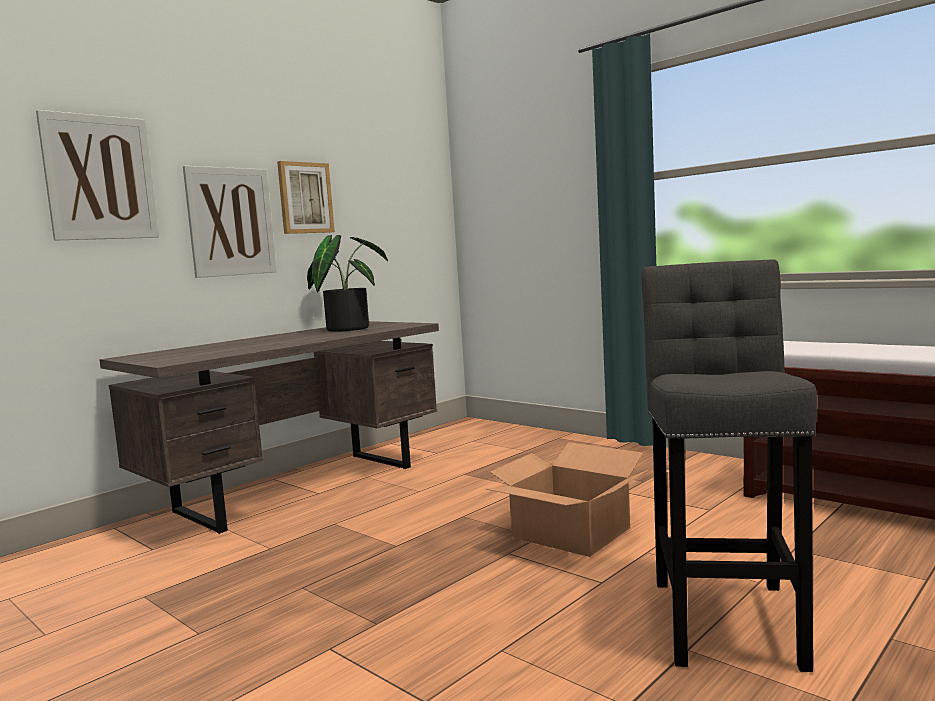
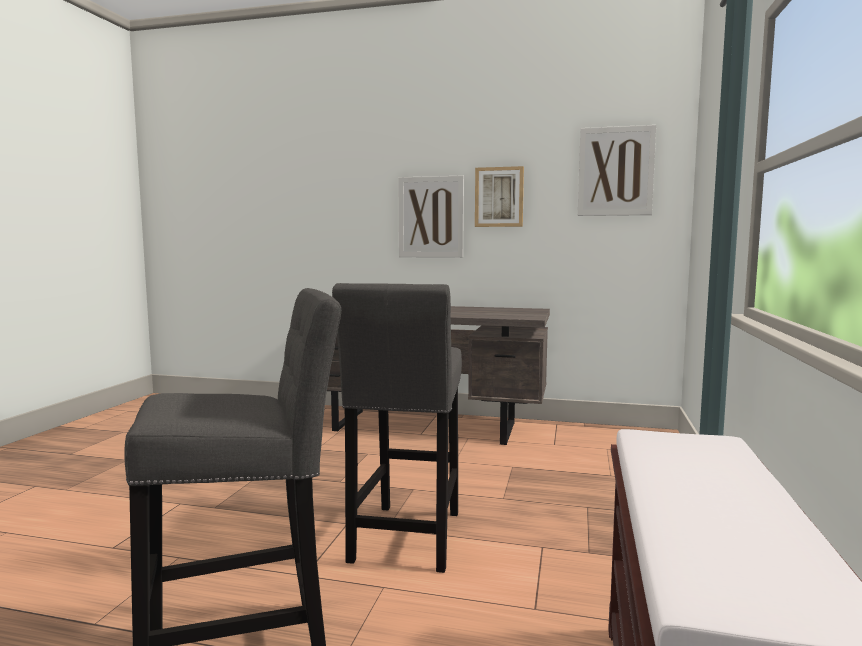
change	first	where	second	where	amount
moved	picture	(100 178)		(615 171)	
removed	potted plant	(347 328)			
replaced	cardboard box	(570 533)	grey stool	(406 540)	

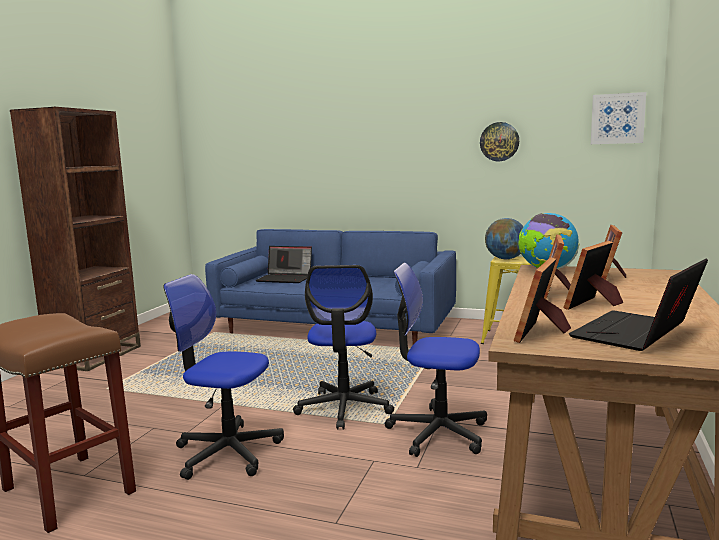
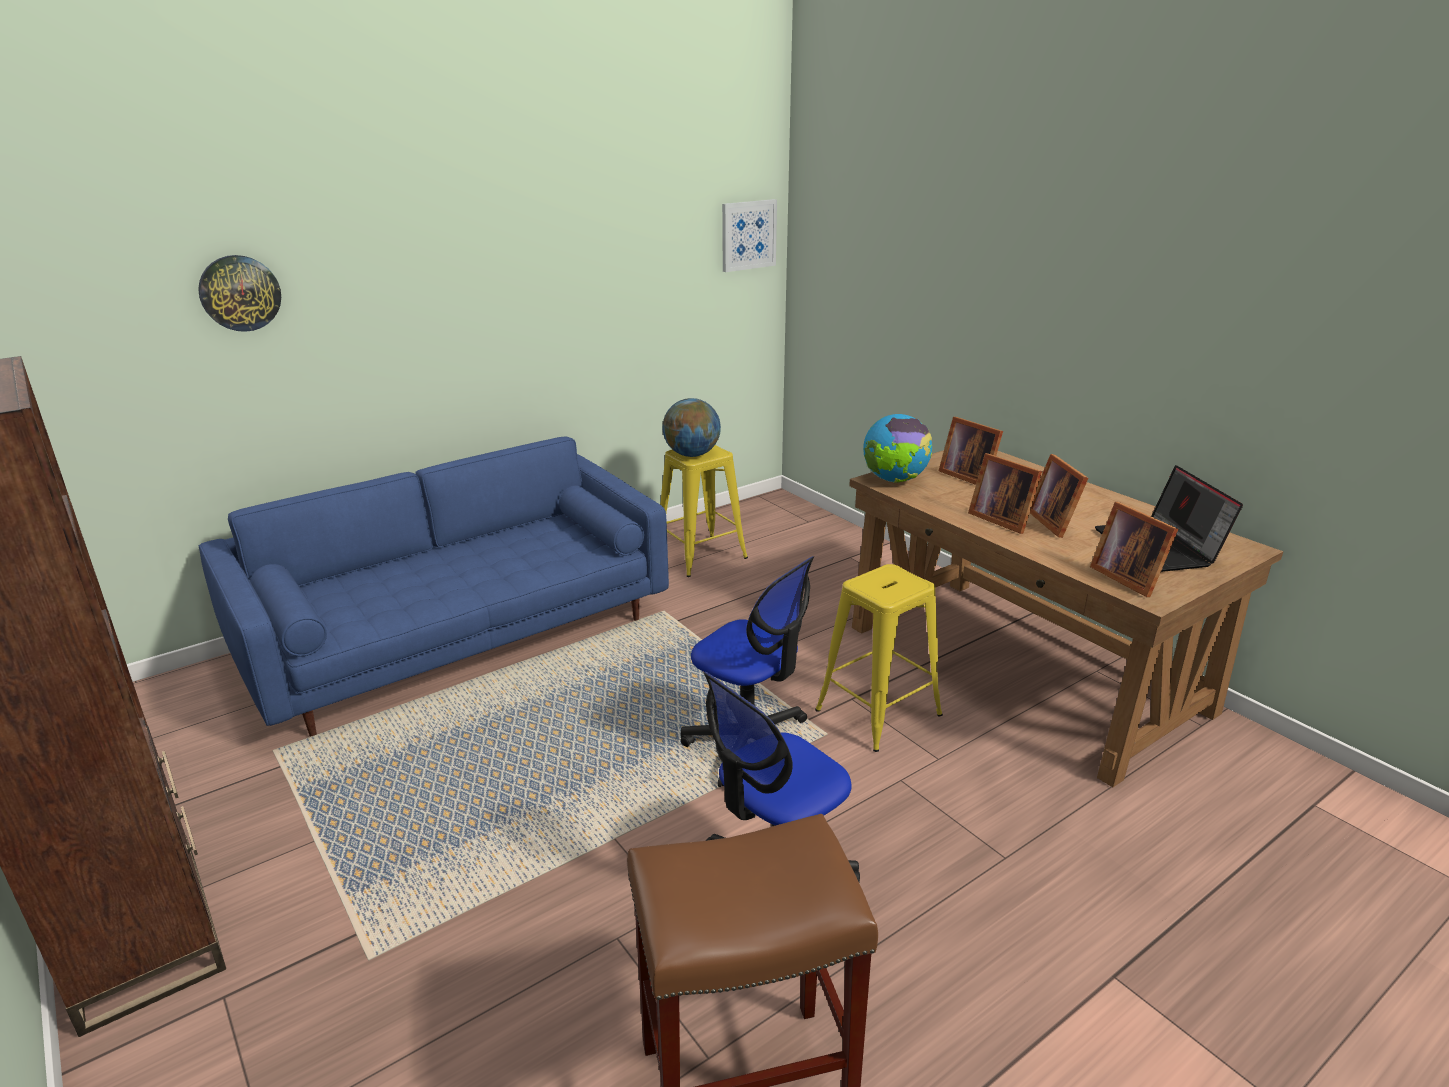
change	first	where	second	where	amount
removed	laptop	(285 278)			
replaced	office chair	(437 432)	yellow stool	(878 712)	
moved	wall clock	(499 141)		(240 293)	

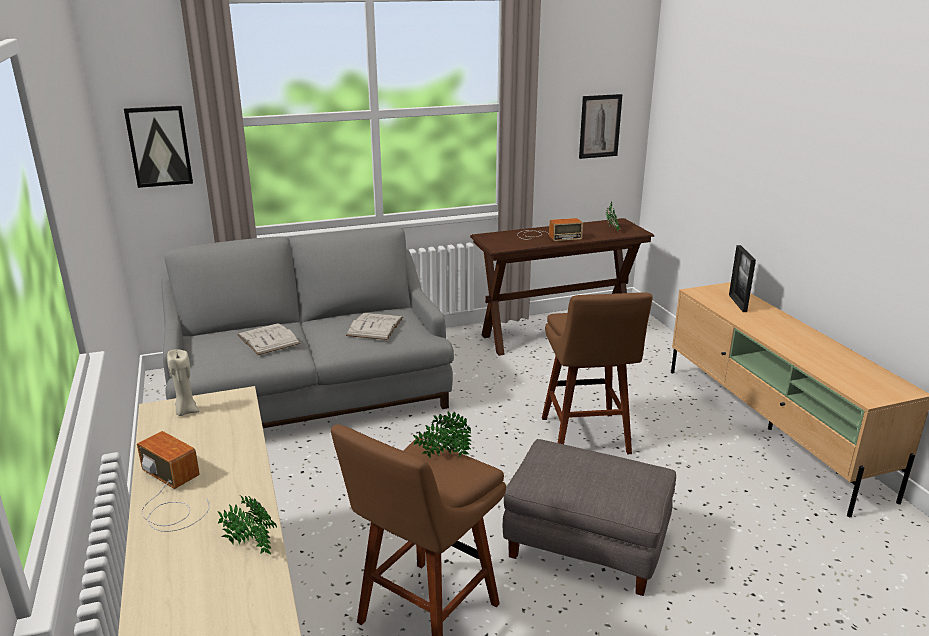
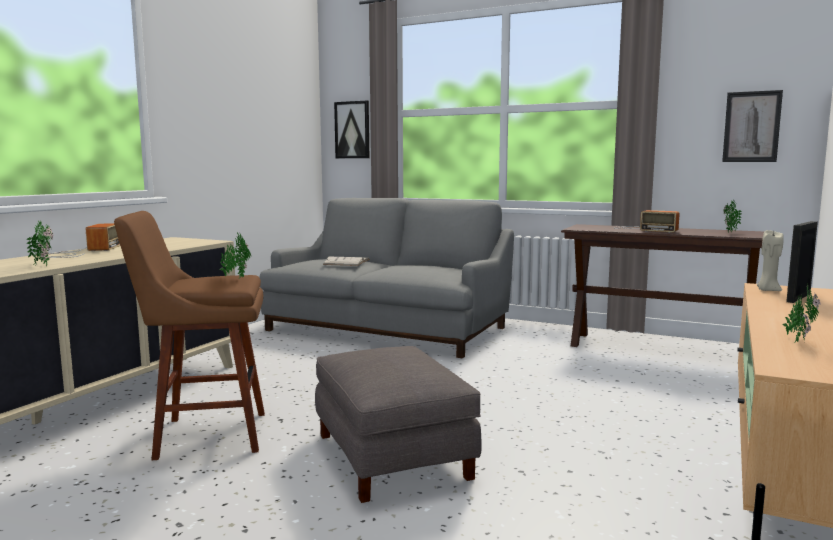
change	first	where	second	where	amount
moved	beige candle	(186 411)		(767 290)	
removed	white book	(375 326)			
removed	brown stool	(586 438)			
added			potted plant	(797 341)	

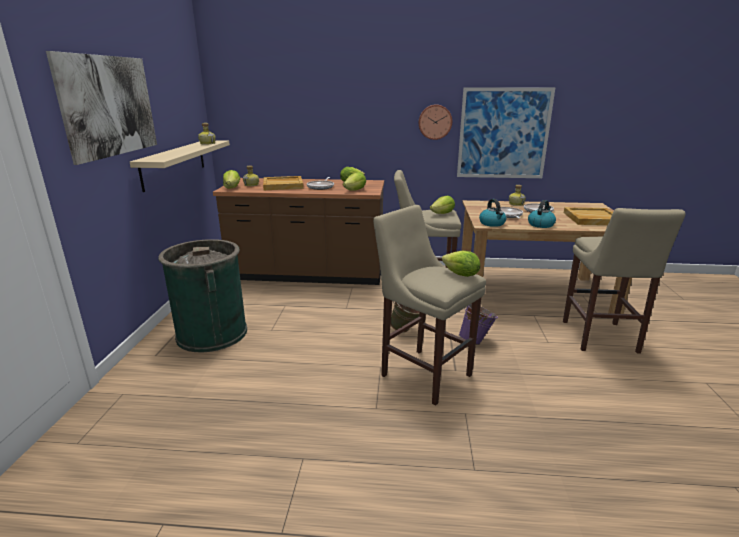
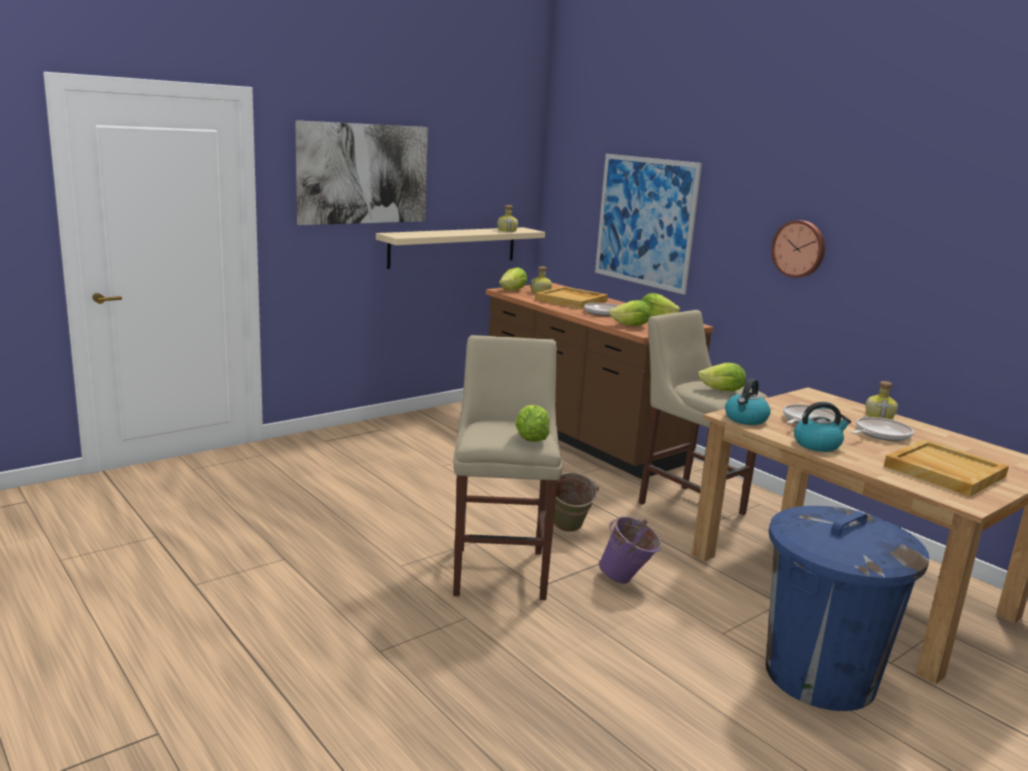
change	first	where	second	where	amount
removed	green trash can	(212 333)			
moved	picture	(503 134)		(645 221)	
replaced	beige stool	(600 338)	blue trash can	(819 675)	

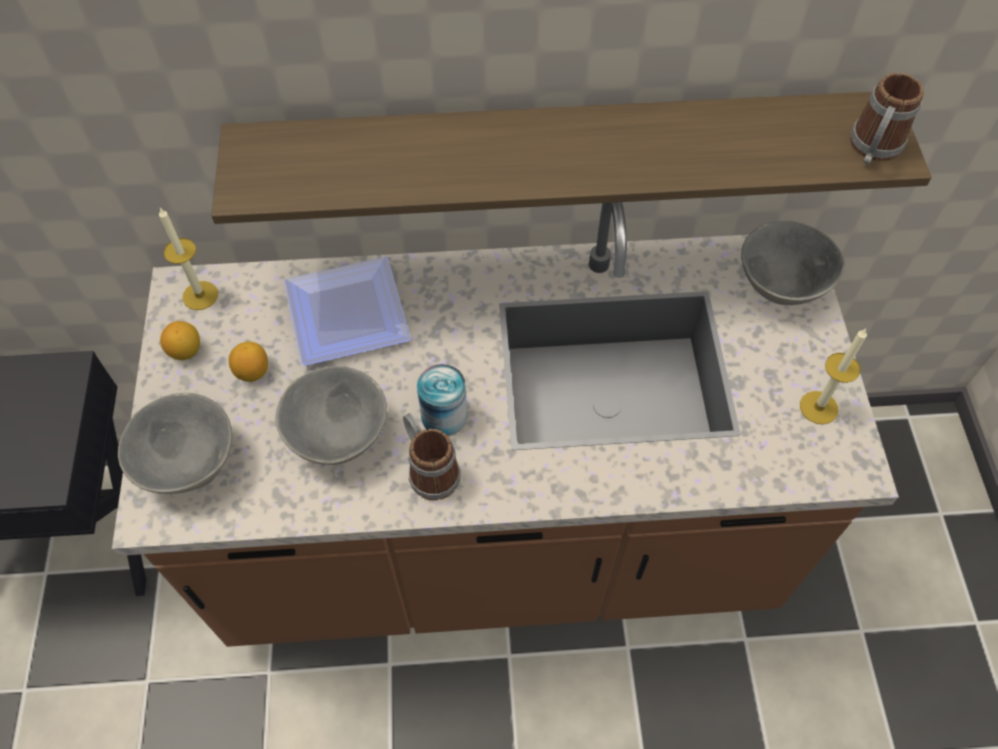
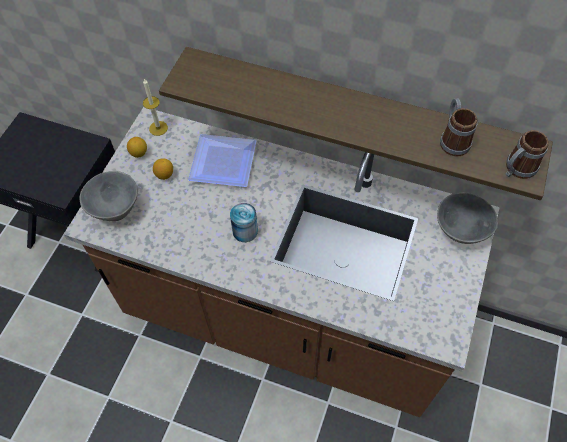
change	first	where	second	where	amount
removed	grey bowl	(341 436)			
moved	mug	(429 469)		(452 139)	
removed	candle	(818 407)			

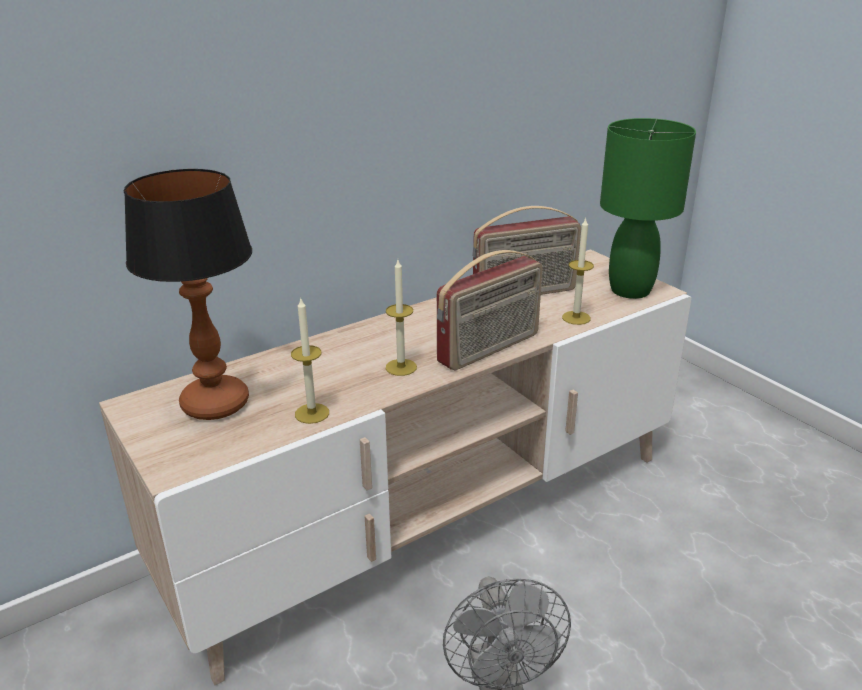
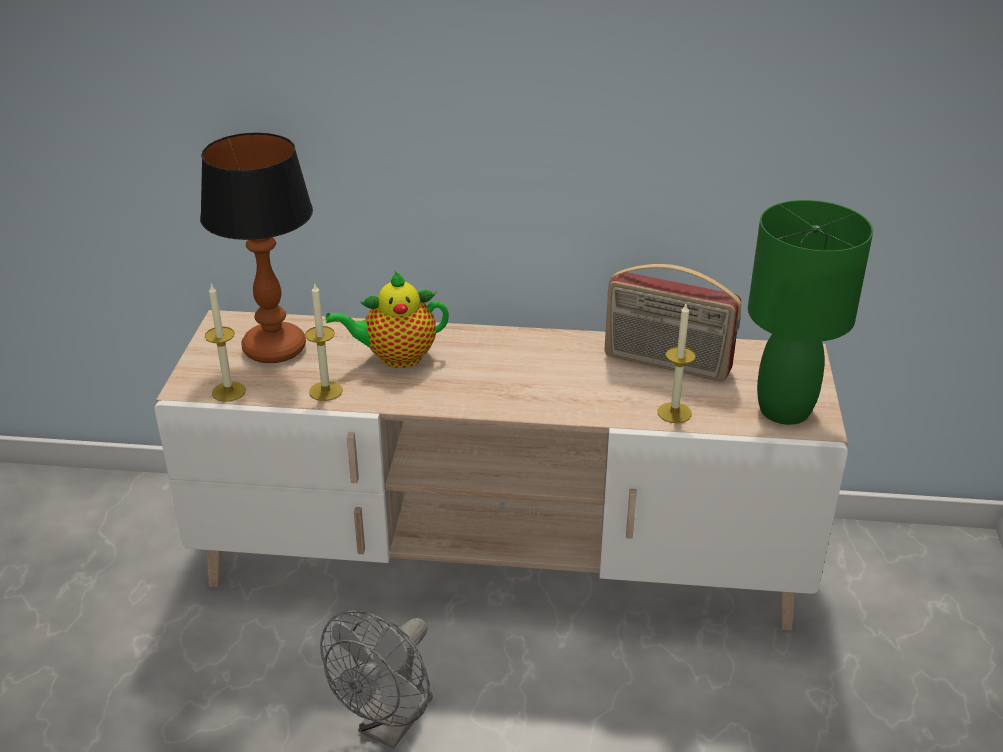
change	first	where	second	where	amount
moved	candle	(401 367)		(228 391)	
removed	radio	(490 349)			
added			teapot	(396 357)	

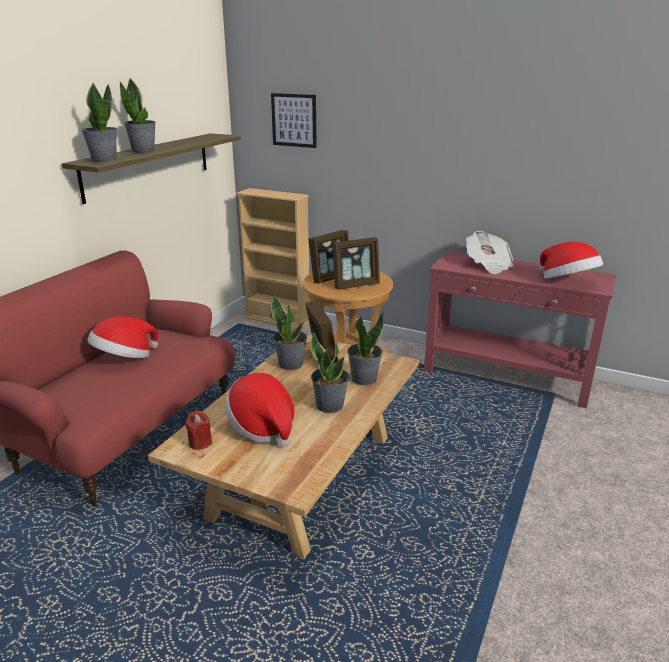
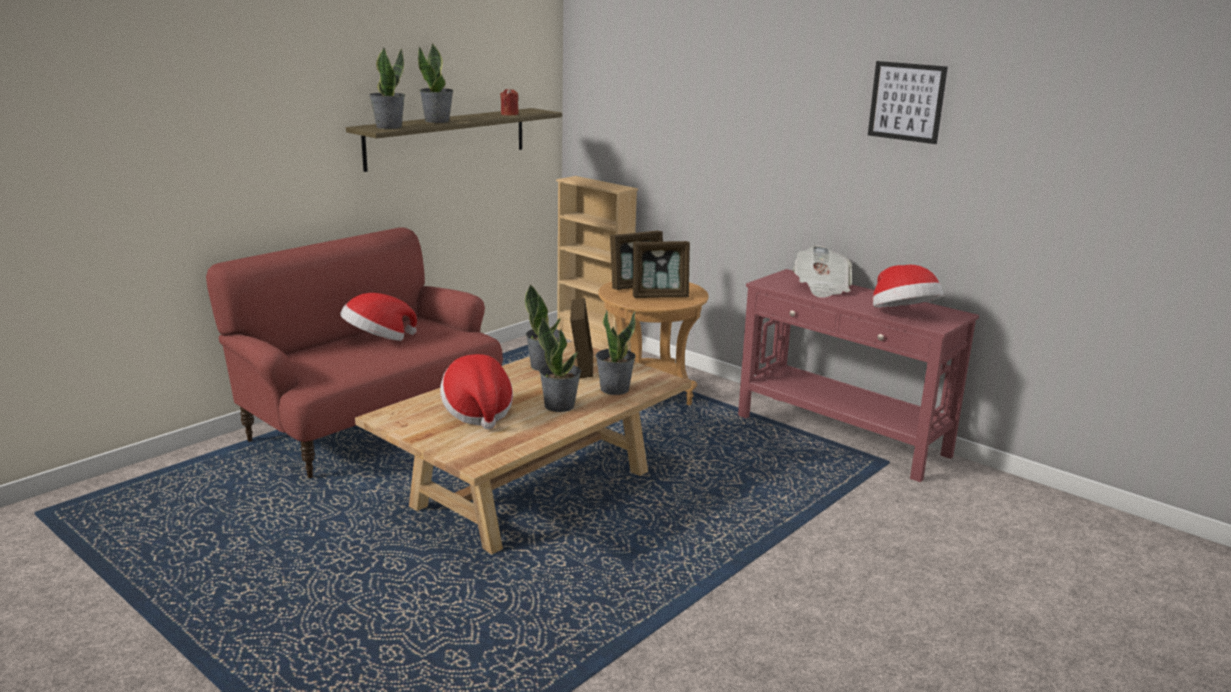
change	first	where	second	where	amount
moved	red candle	(200 442)		(509 114)	
moved	picture	(294 120)		(906 102)	

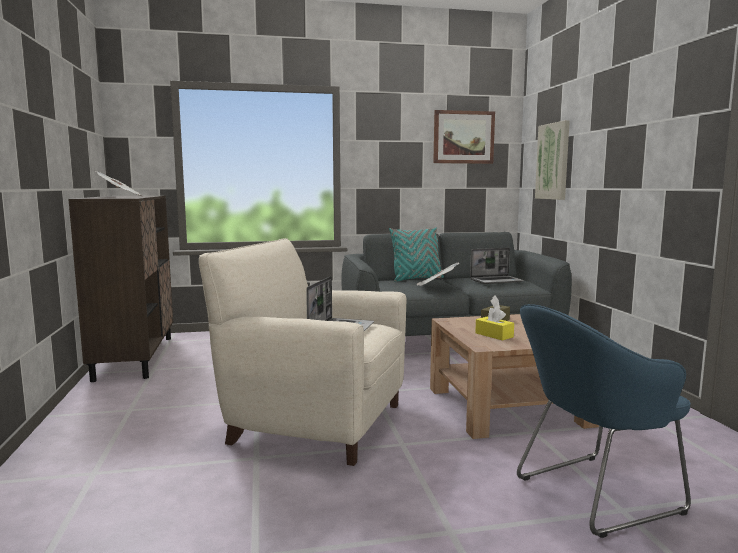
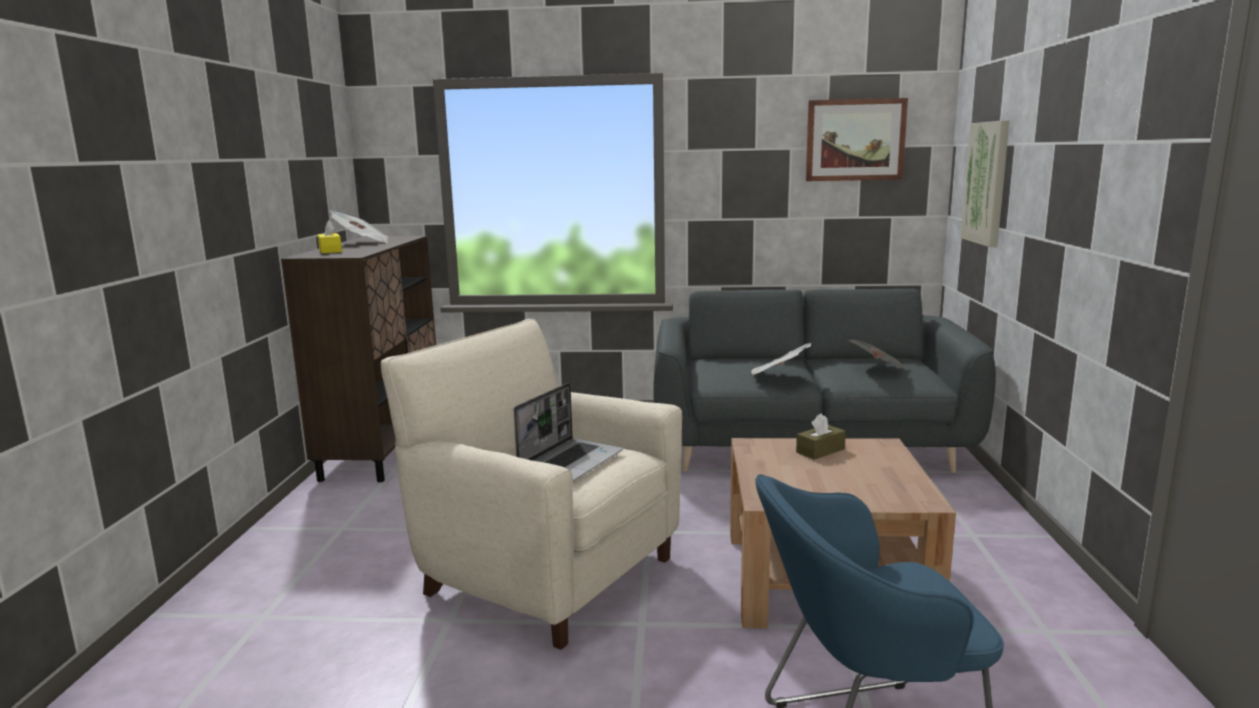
change	first	where	second	where	amount
removed	turquoise pillow	(416 279)			
replaced	laptop	(496 281)	newspaper	(878 369)	
moved	yellow tissue box	(494 335)		(330 250)	

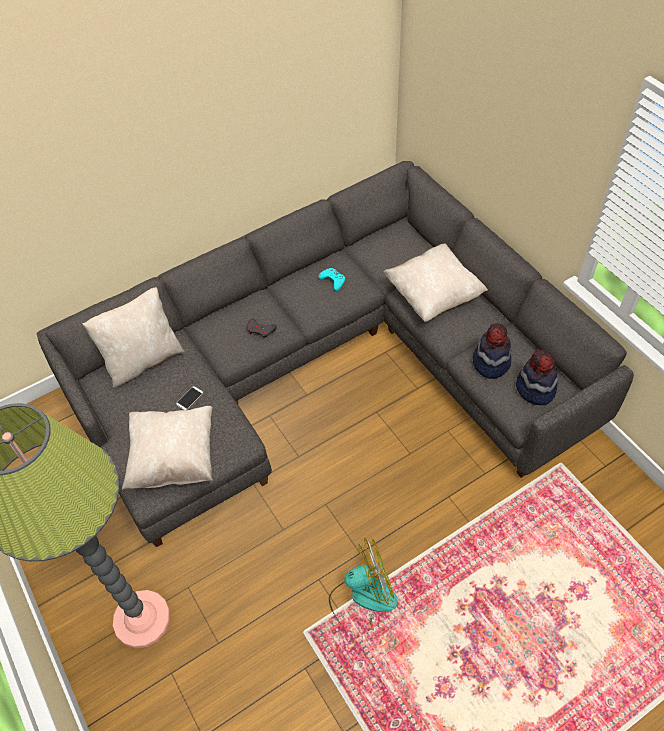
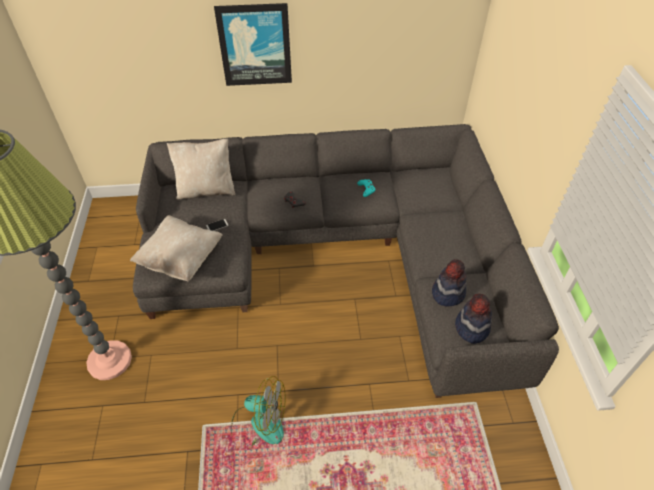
change	first	where	second	where	amount
removed	beige pillow	(433 295)			
added			picture	(255 45)	

